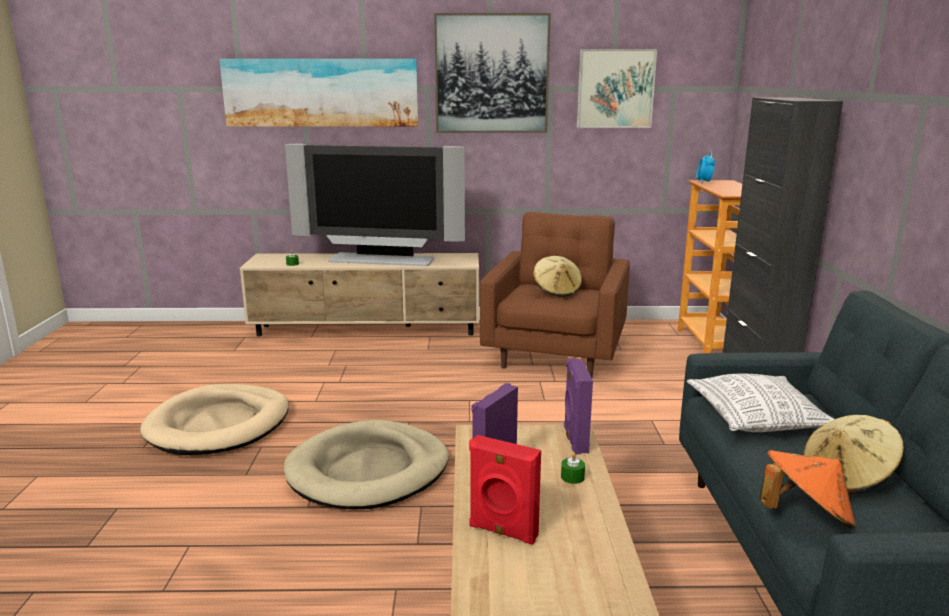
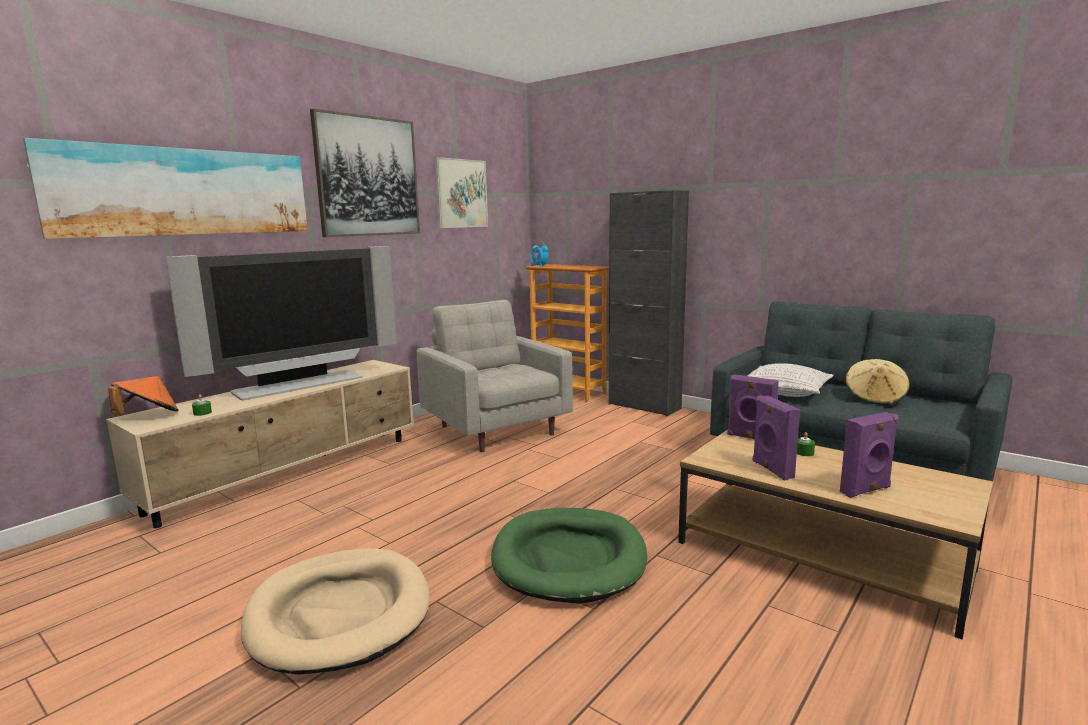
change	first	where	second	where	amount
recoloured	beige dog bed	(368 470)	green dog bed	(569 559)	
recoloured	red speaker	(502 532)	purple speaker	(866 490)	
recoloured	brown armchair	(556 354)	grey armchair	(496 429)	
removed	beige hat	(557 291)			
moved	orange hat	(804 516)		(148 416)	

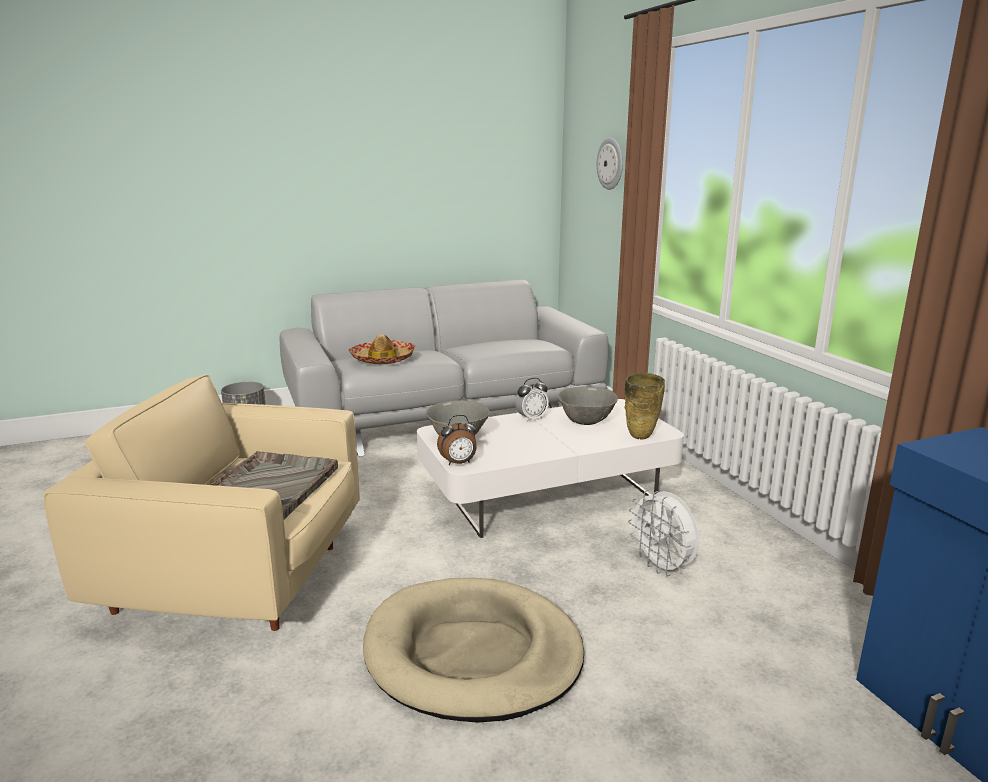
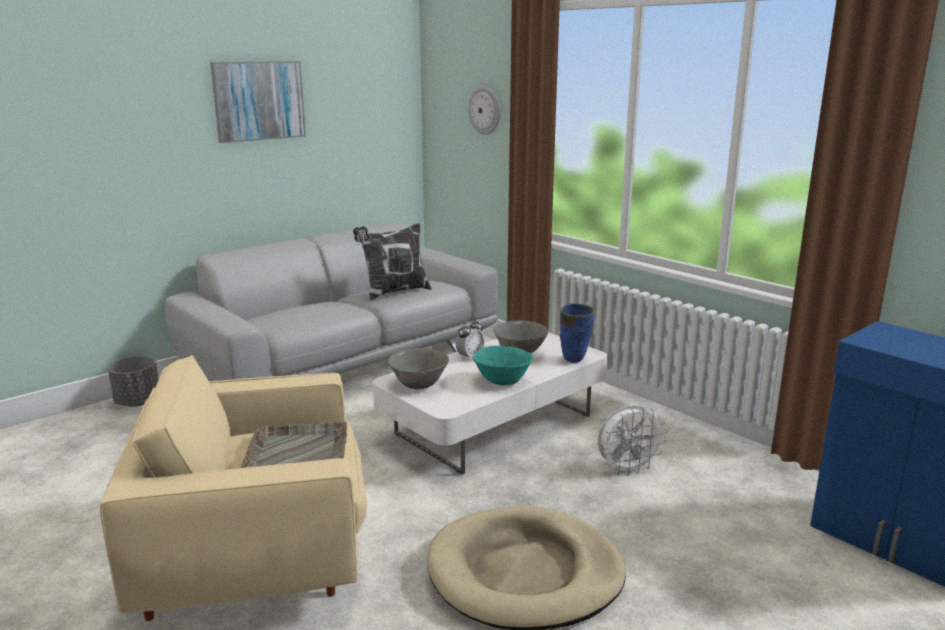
change	first	where	second	where	amount
removed	hat	(383 359)			
removed	alarm clock	(458 463)			
recoloured	beige vase	(640 437)	blue vase	(574 361)	
turned	white fan	(662 567)		(627 470)	60 degrees counterclockwise
added			picture	(259 101)	
added			pillow	(394 292)	
added			turquoise bowl	(502 382)	

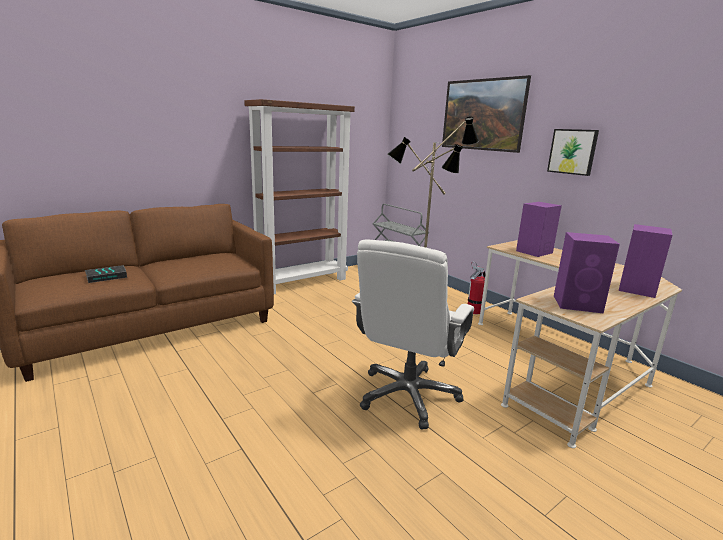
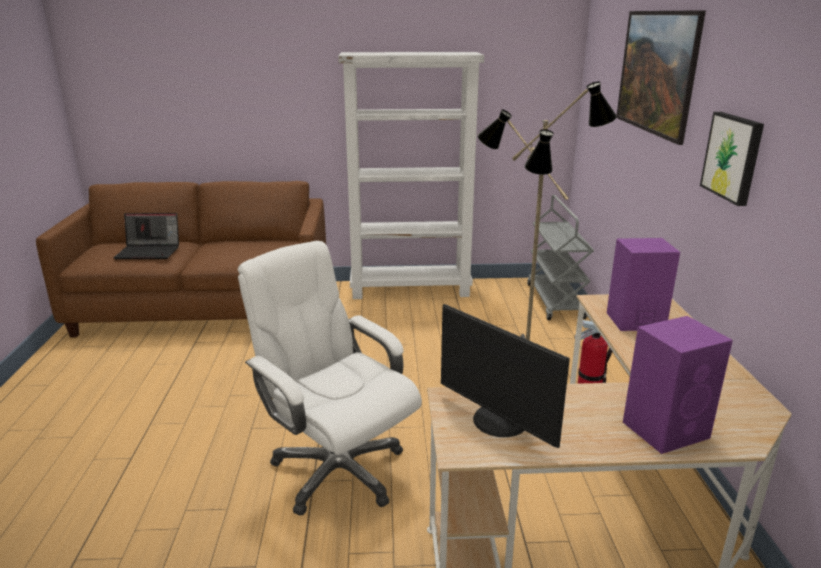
change	first	where	second	where	amount
replaced	book	(107 276)	laptop	(150 252)	
recoloured	brown bookcase	(302 282)	white bookcase	(411 289)	
turned	white office chair	(408 395)		(337 470)	75 degrees clockwise
replaced	purple speaker	(578 304)	monitor	(498 422)	

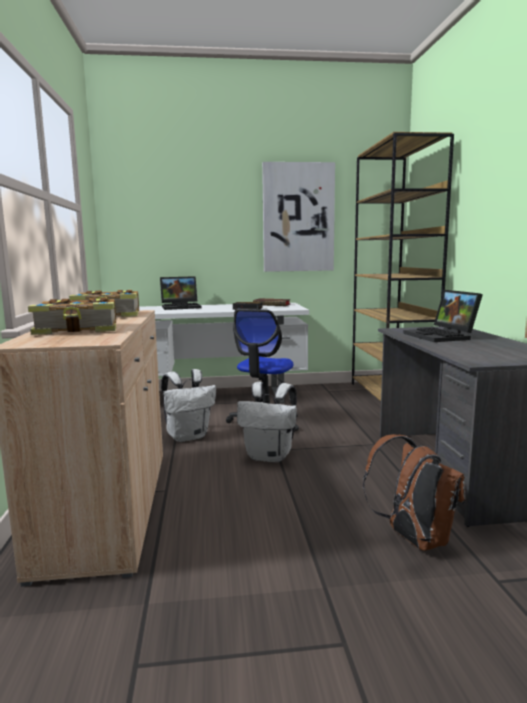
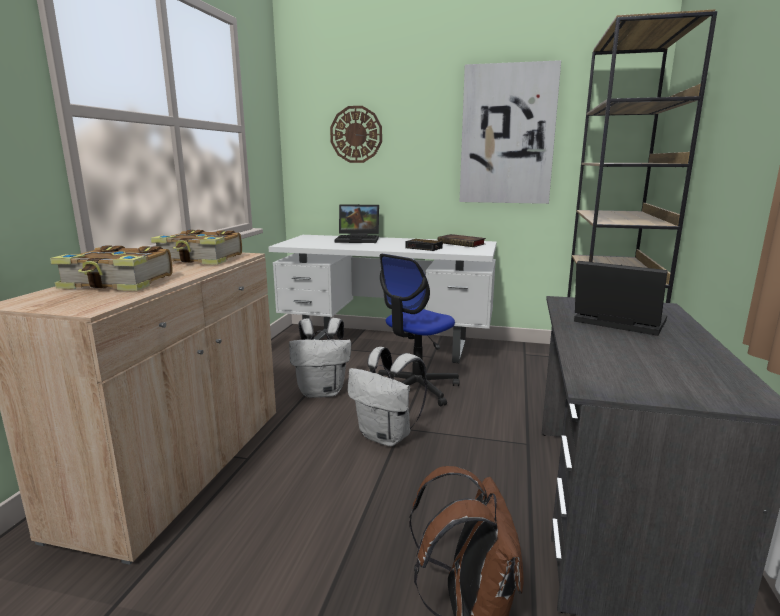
change	first	where	second	where	amount
turned	laptop	(442 336)		(615 322)	120 degrees clockwise
added			wall clock	(356 134)	

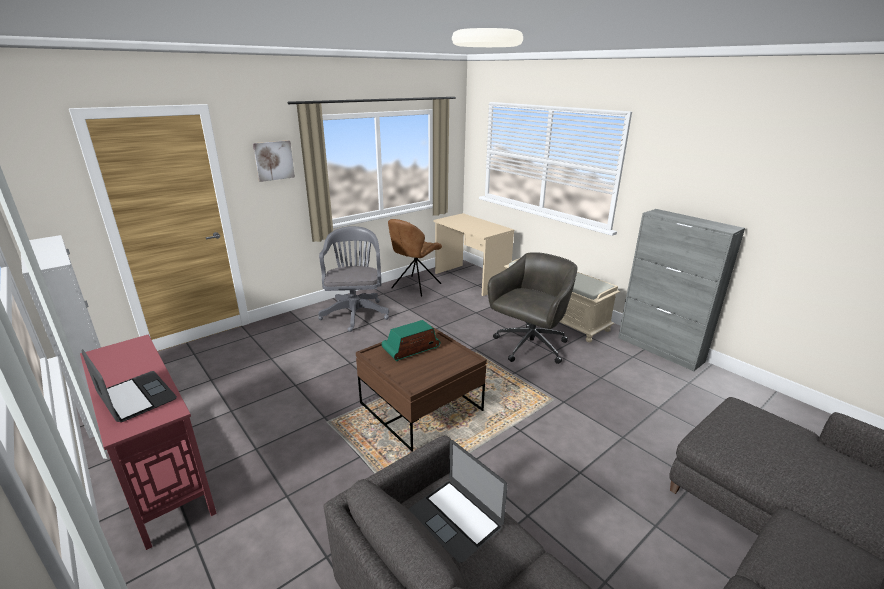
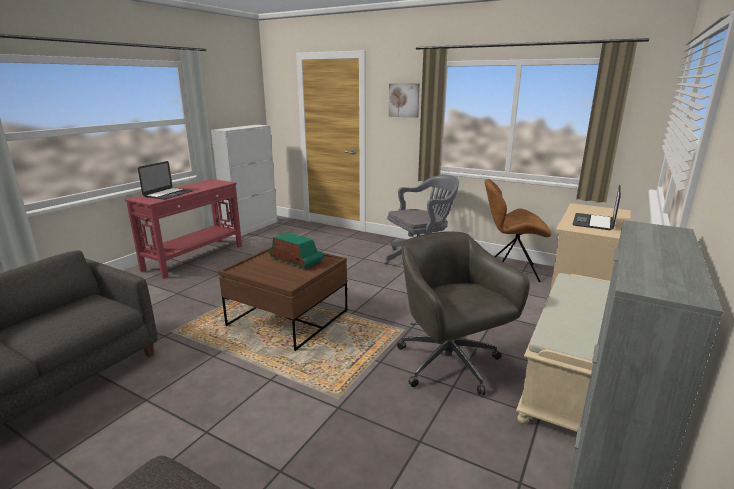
change	first	where	second	where	amount
moved	laptop	(455 518)		(593 222)	
turned	grey office chair	(529 346)		(450 365)	135 degrees counterclockwise

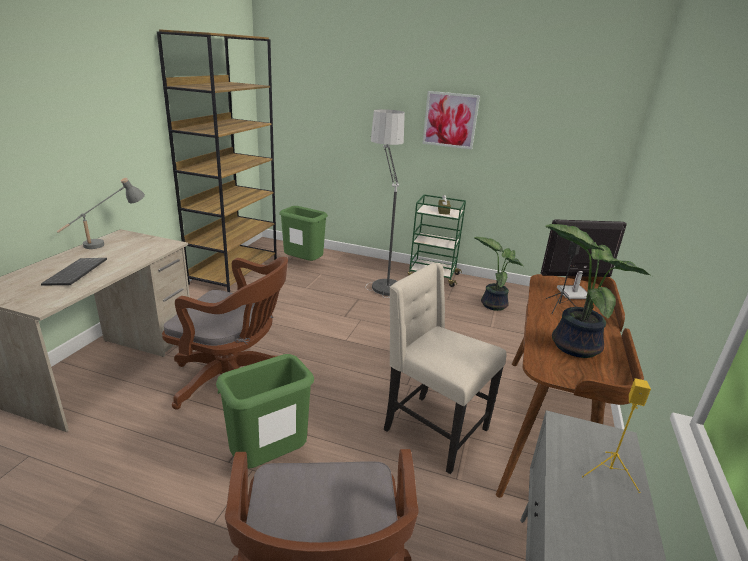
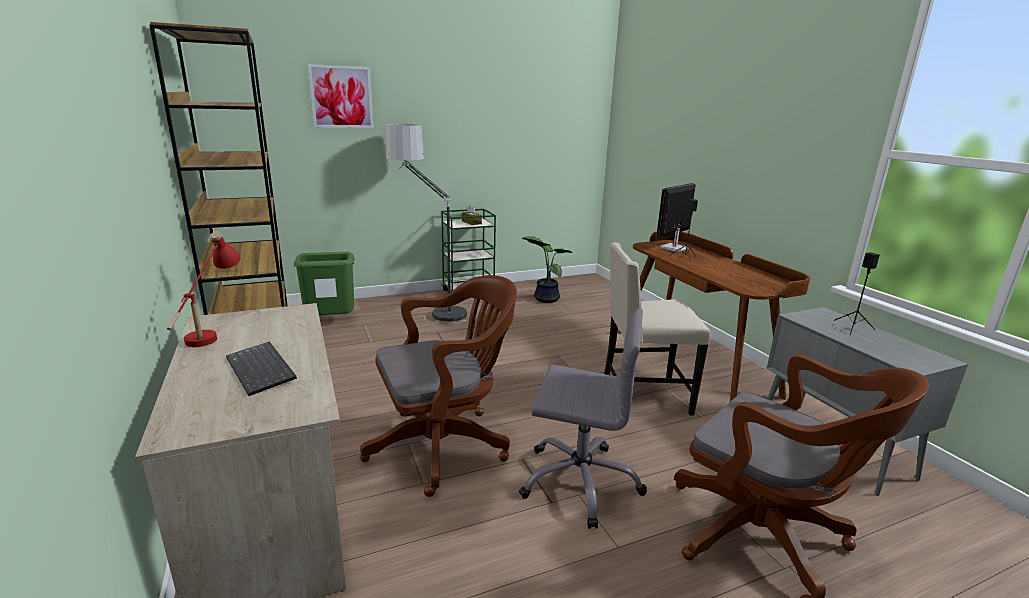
change	first	where	second	where	amount
recoloured	grey table lamp	(108 242)	red table lamp	(211 332)	
replaced	green trash can	(269 461)	grey office chair	(580 481)	
moved	picture	(450 120)		(341 97)	
removed	potted plant	(572 345)			
recoloured	yellow speaker	(609 473)	black speaker	(853 328)	

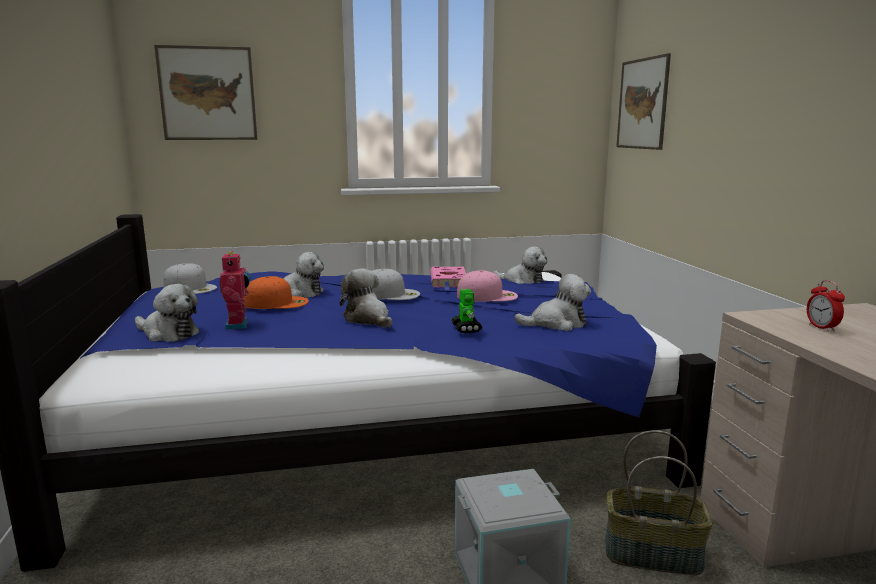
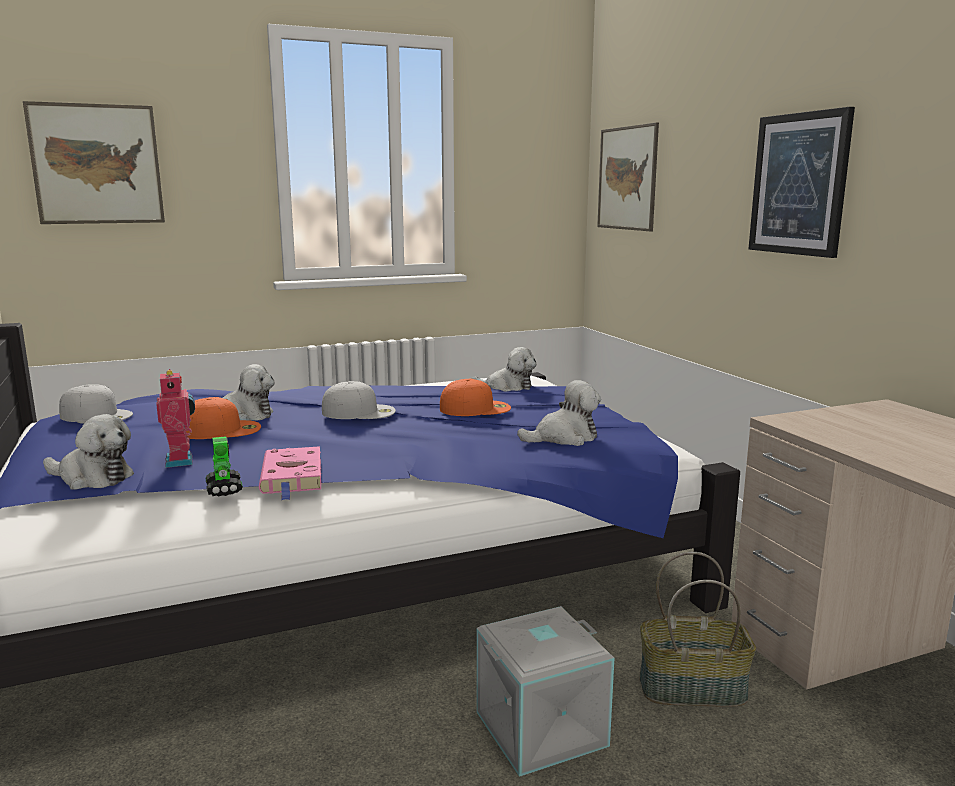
change	first	where	second	where	amount
removed	plush toy	(368 319)			
moved	pink book	(449 281)		(292 477)	
moved	toy robot	(466 328)		(224 488)	
recoloured	pink cap	(487 295)	orange cap	(475 408)	
removed	alarm clock	(821 328)			
added			picture	(799 184)	

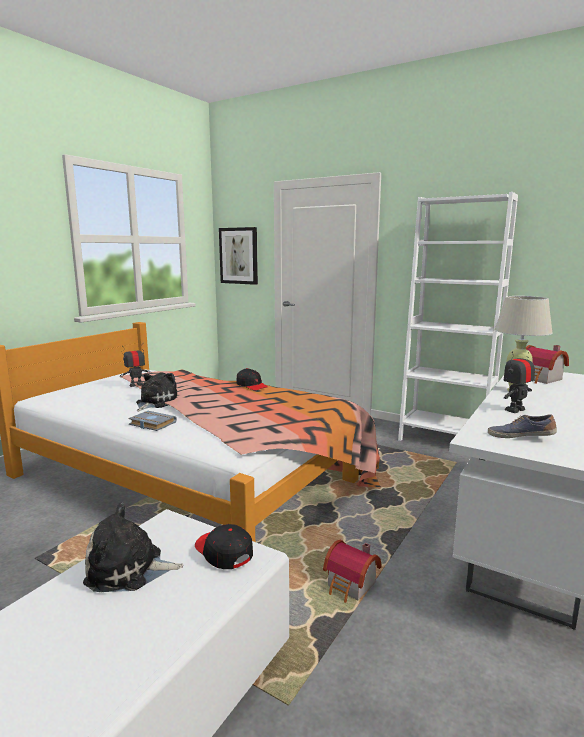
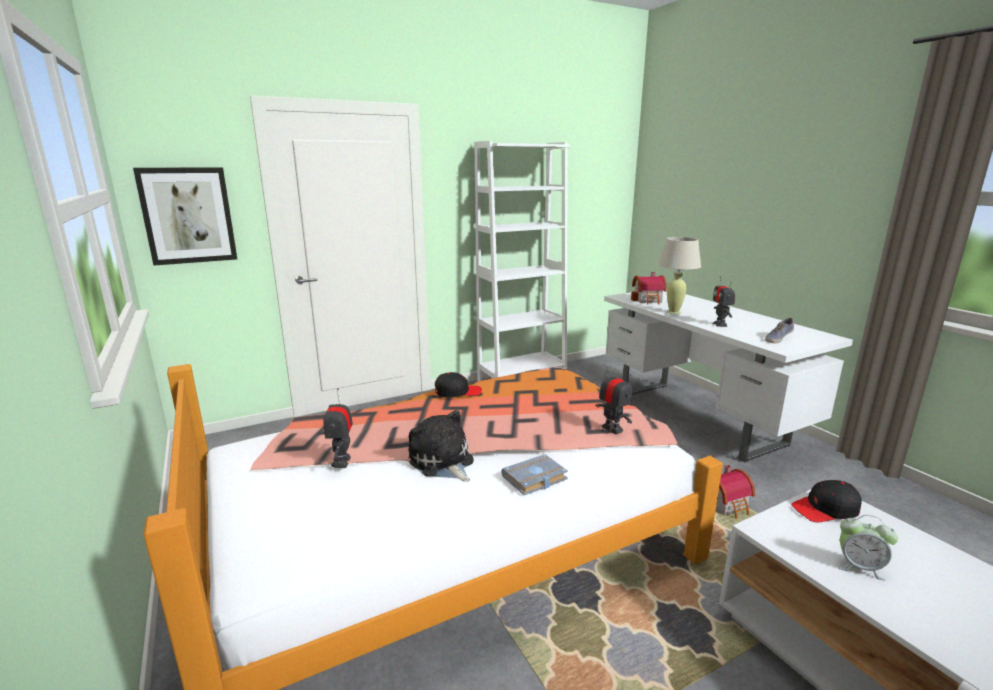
change	first	where	second	where	amount
replaced	plush toy	(129 569)	alarm clock	(859 567)	
added			toy robot	(612 429)	

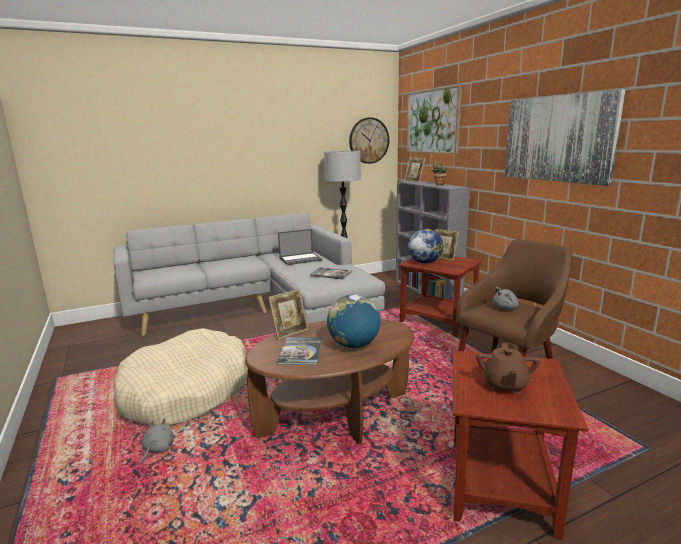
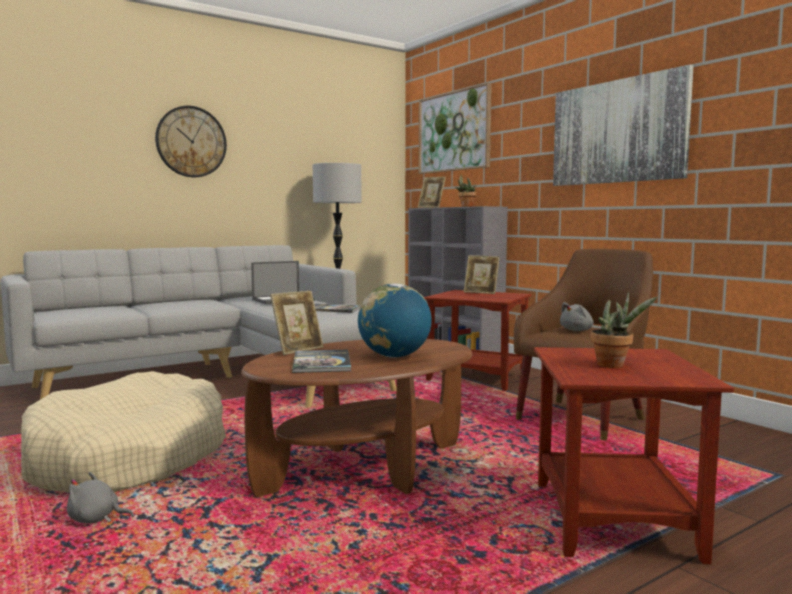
change	first	where	second	where	amount
turned	grey plush toy	(157 449)		(96 519)	90 degrees counterclockwise
moved	wall clock	(369 140)		(191 142)	
removed	globe	(424 262)			
replaced	brown teapot	(505 385)	potted plant	(614 365)	

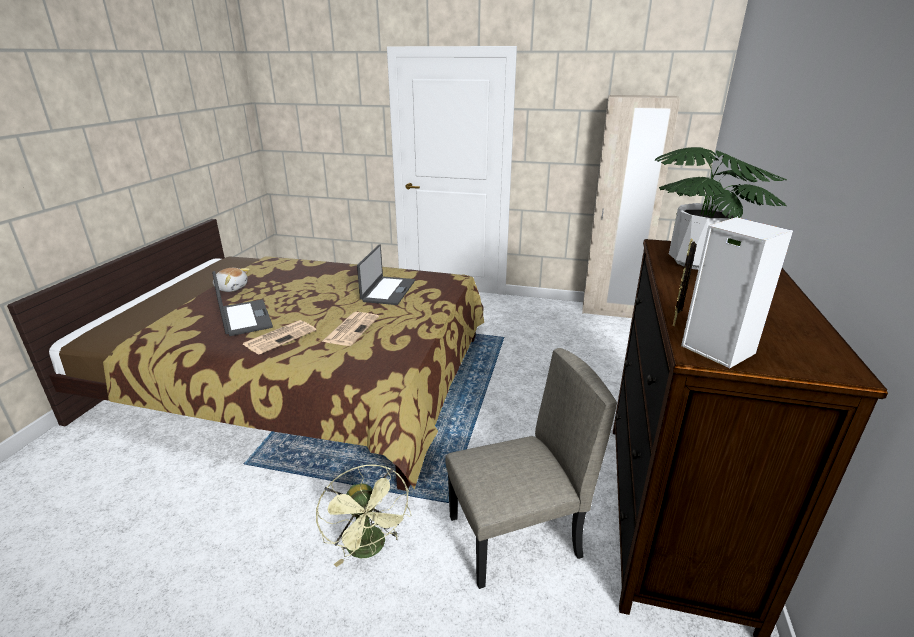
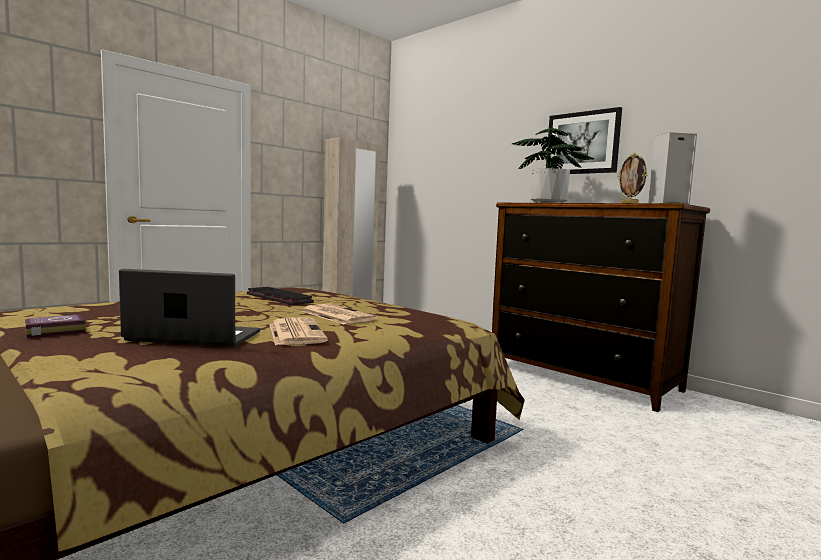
change	first	where	second	where	amount
replaced	plush toy	(231 288)	book	(53 331)	
removed	green fan	(370 549)			
replaced	laptop	(387 291)	keyboard	(276 298)	
removed	beige chair	(514 537)			
added			picture	(582 143)	

